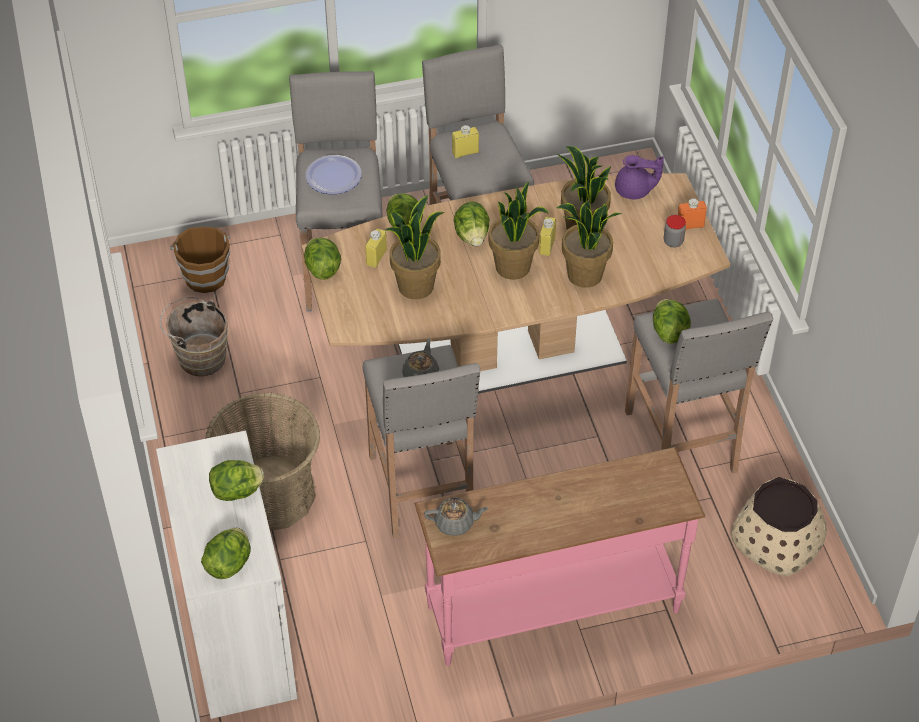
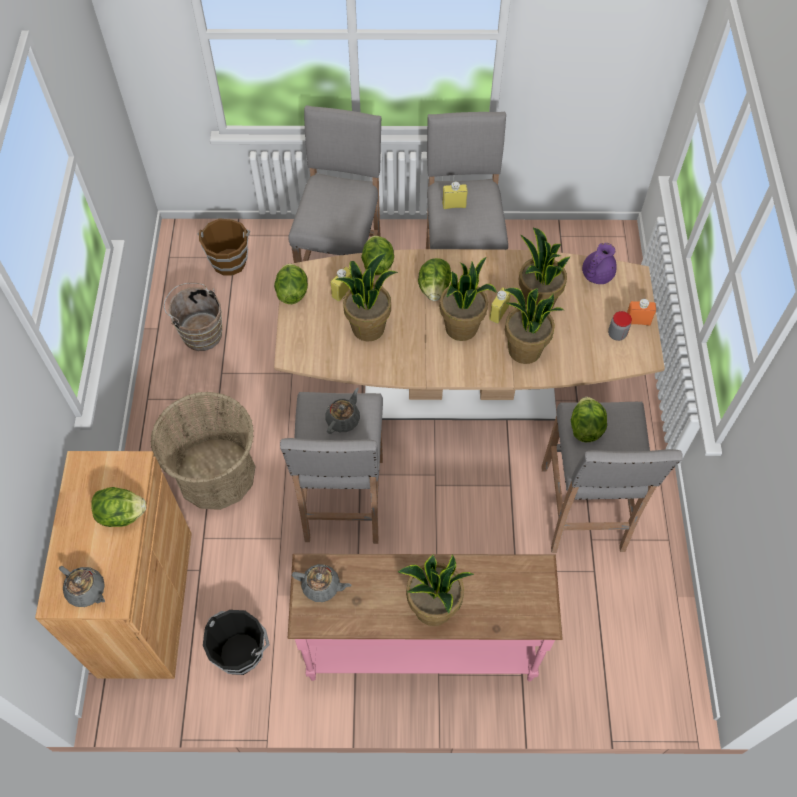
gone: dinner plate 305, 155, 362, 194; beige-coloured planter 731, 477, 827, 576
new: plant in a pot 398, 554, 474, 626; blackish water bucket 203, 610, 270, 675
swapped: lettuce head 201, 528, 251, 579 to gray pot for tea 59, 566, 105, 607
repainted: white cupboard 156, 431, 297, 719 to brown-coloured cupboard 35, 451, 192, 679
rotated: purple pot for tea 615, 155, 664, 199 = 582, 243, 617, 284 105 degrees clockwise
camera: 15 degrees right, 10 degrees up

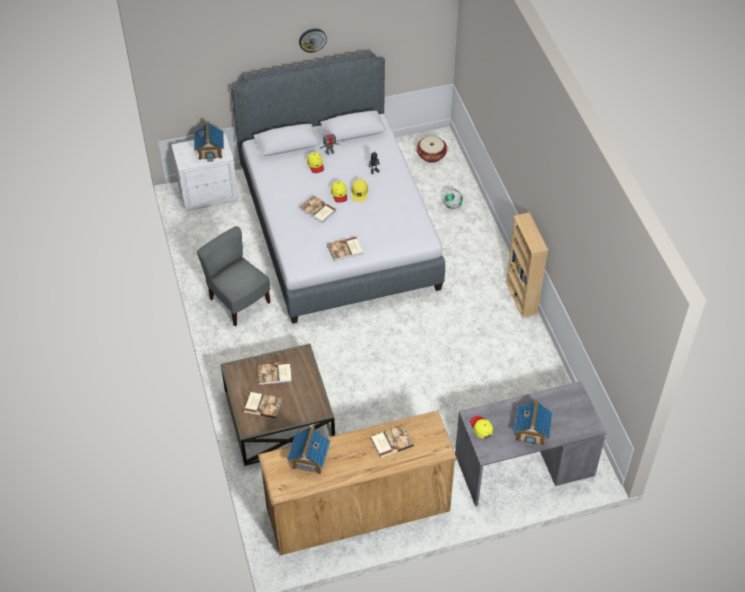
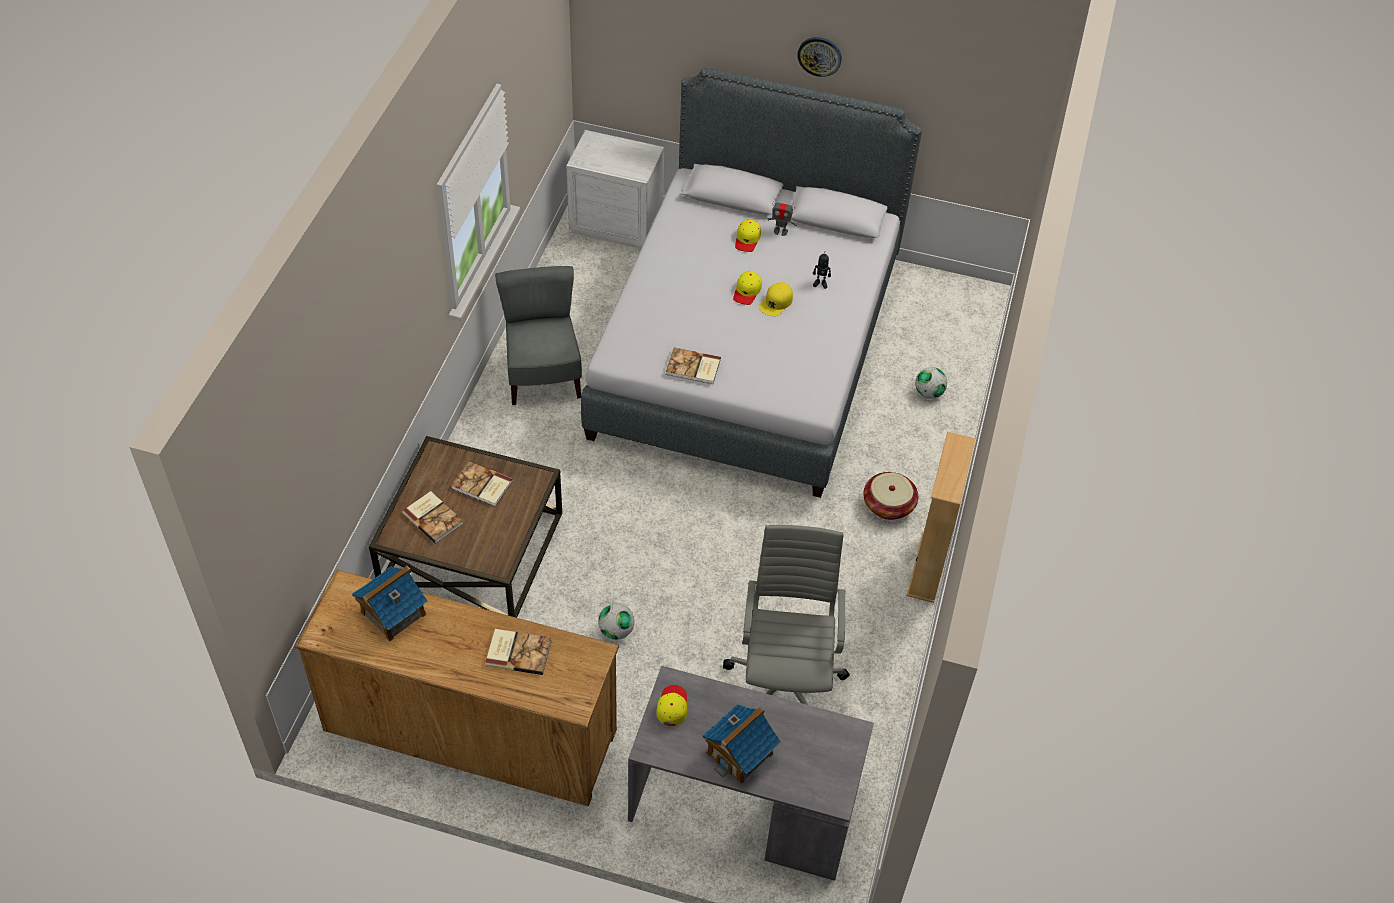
gone: toy house 194, 121, 224, 162; bound book 300, 196, 336, 223
new: gray desk chair 723, 525, 850, 705; football 598, 603, 634, 640
shifted: household basket 416, 136, 447, 163 to 863, 472, 918, 520
camera: 30 degrees right, 0 degrees up

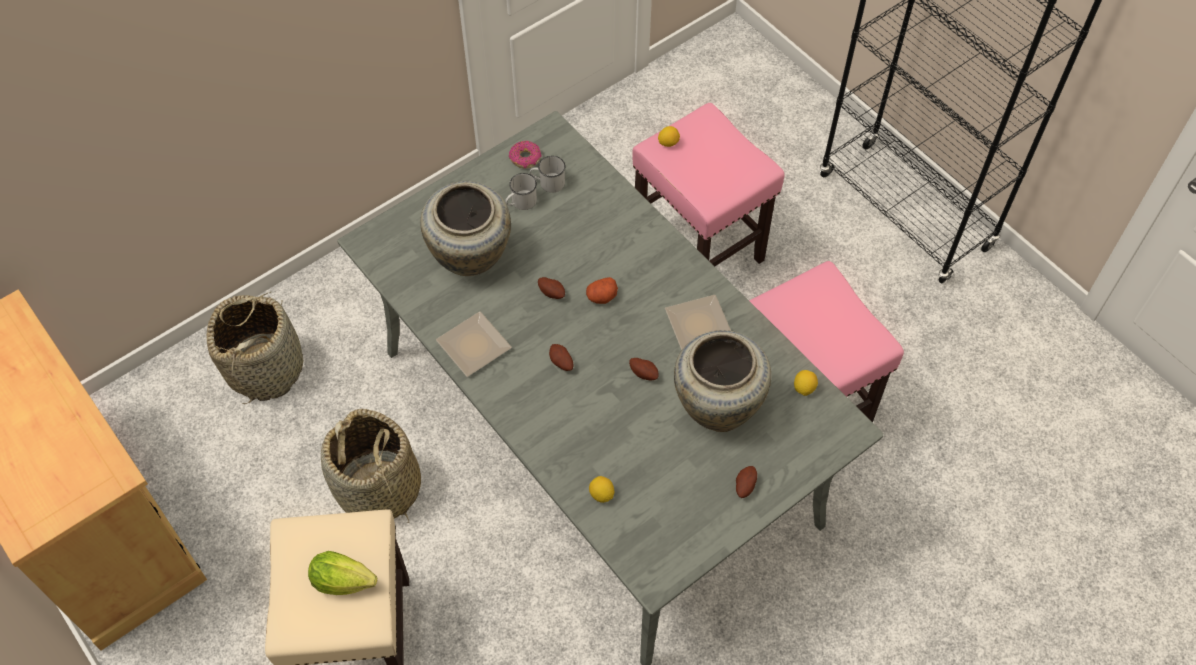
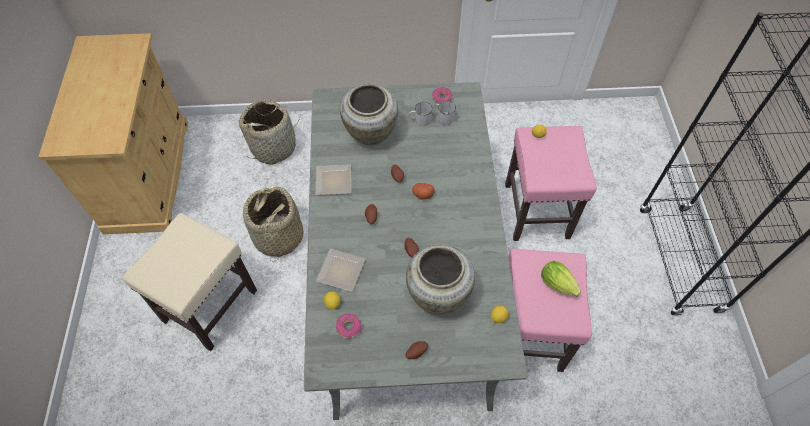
new: donut 336, 314, 362, 339
shifted: dinner plate 665, 295, 731, 350 to 316, 248, 365, 292; lettuce head 308, 551, 377, 595 to 541, 261, 581, 297
camera: 35 degrees right, 0 degrees up

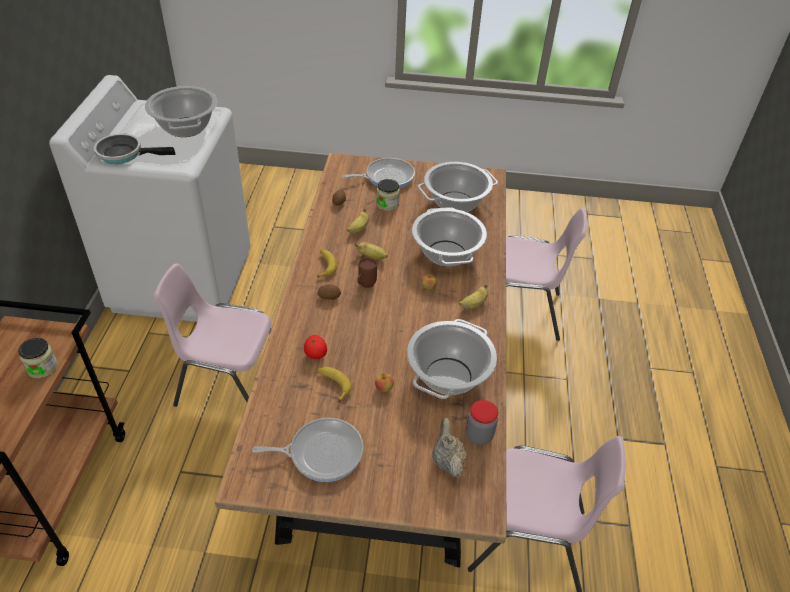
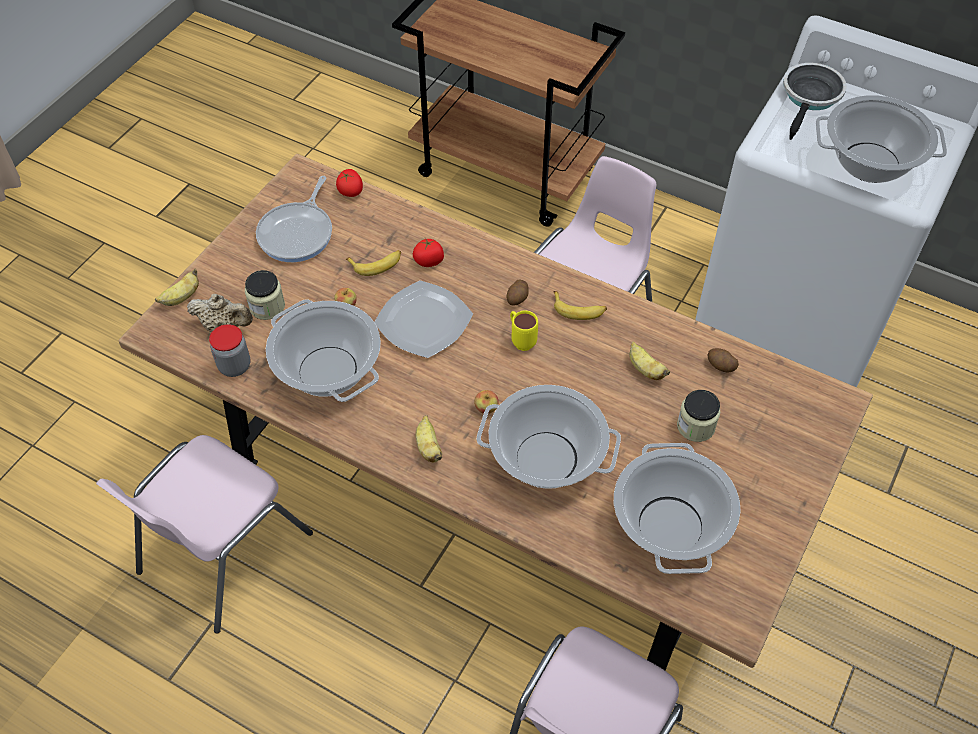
gone: skillet 343, 158, 415, 188
new: whole tomato 336, 169, 363, 197; dinner plate 374, 281, 473, 358
shifted: whole banana 355, 242, 387, 260 to 155, 269, 199, 306; jar 18, 338, 58, 378 to 245, 270, 285, 320
repainted: brown-coloured coffee mug 357, 258, 377, 288 to yellowish coffee mug 510, 310, 538, 351
camera: 115 degrees right, 10 degrees up

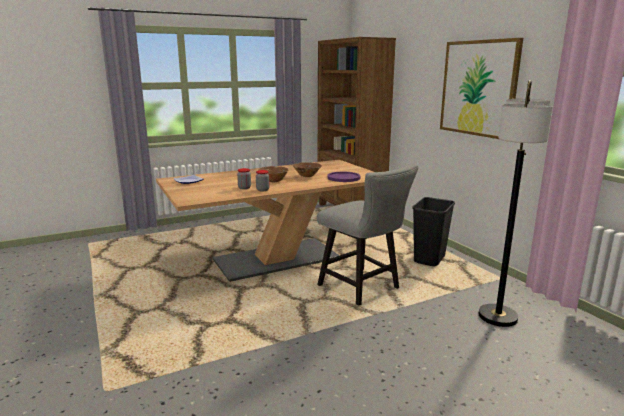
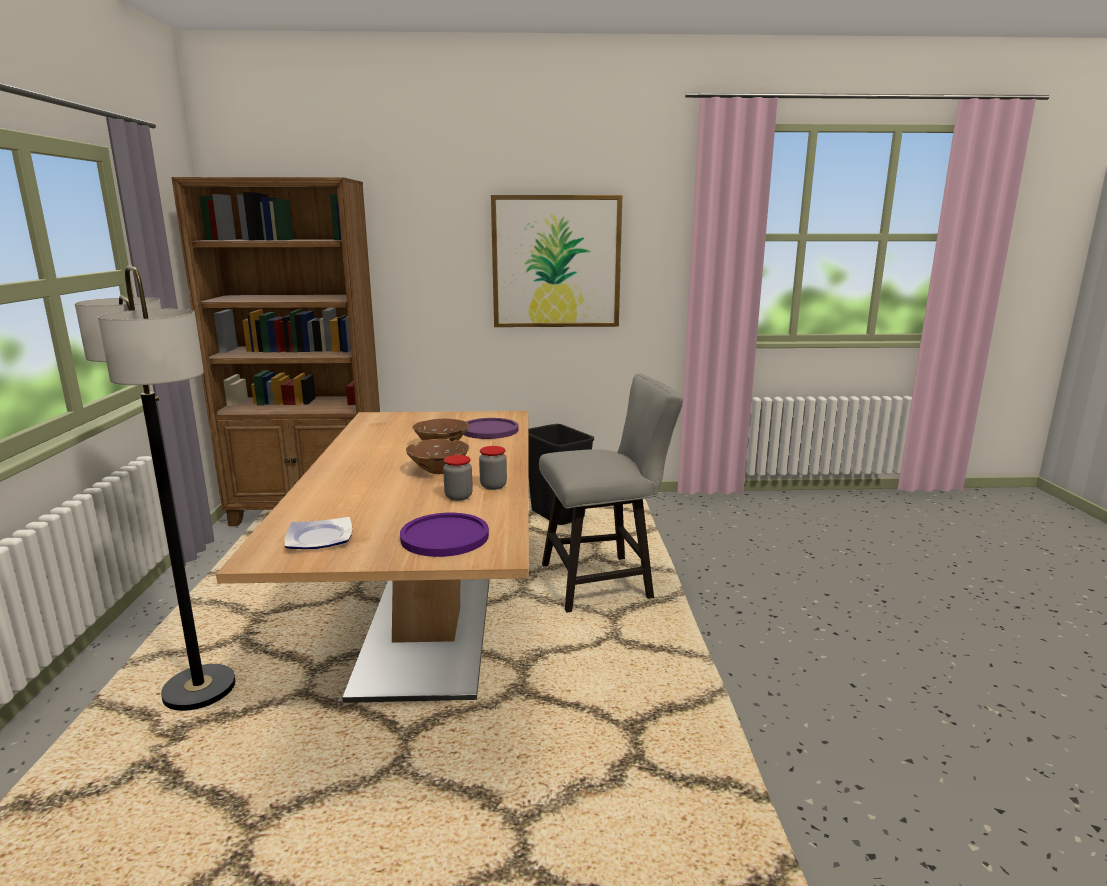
new: purple dinner plate 400, 513, 489, 557
shifted: standing lamp 479, 80, 553, 327 to 75, 266, 235, 711
camera: 65 degrees left, 0 degrees up

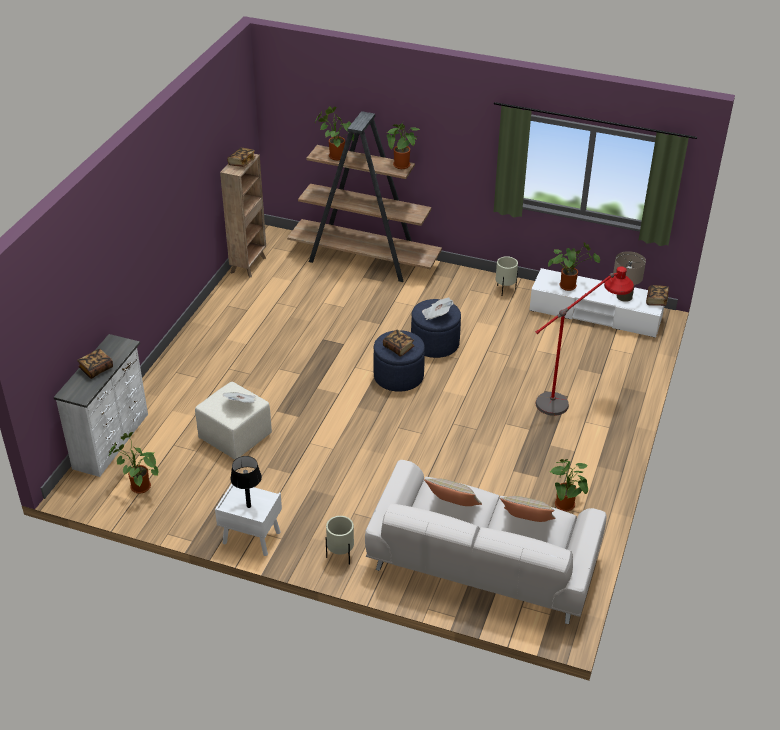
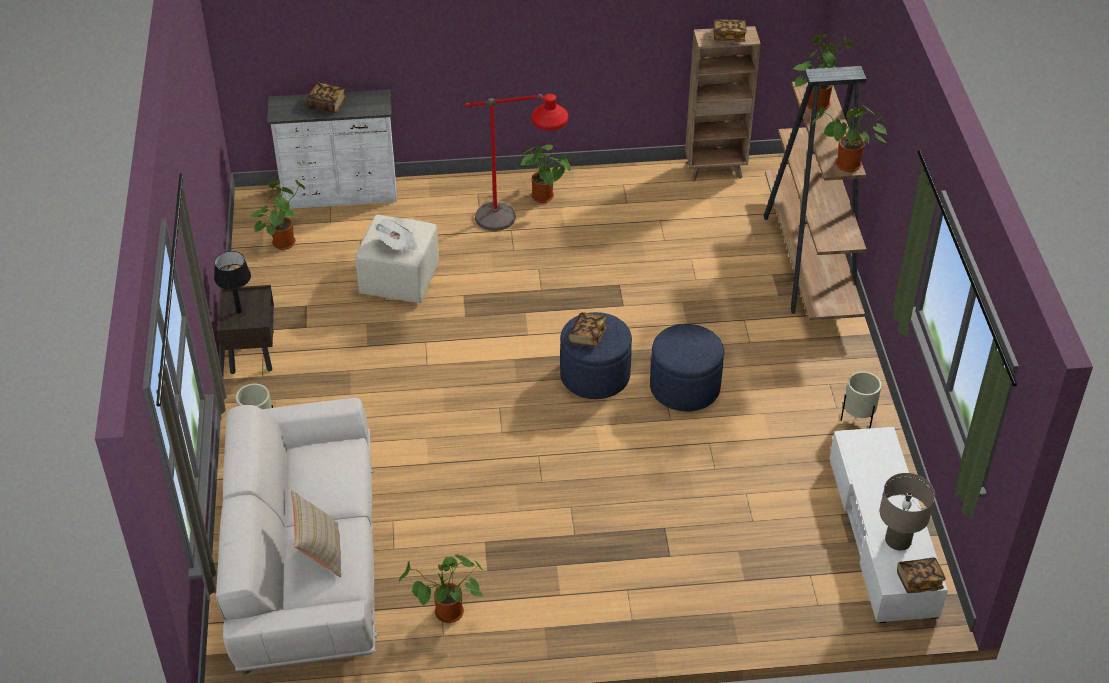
gone: printed paper 422, 298, 454, 320; beige-coloured throw pillow 424, 478, 482, 506
shifted: plant in a pot 548, 242, 600, 291 to 521, 145, 571, 203; red-coloured standing lamp 535, 266, 634, 416 to 465, 94, 568, 231
repainted: white bedside table 215, 483, 282, 556 to brown-coloured bedside table 217, 285, 274, 374
camera: 65 degrees right, 5 degrees up

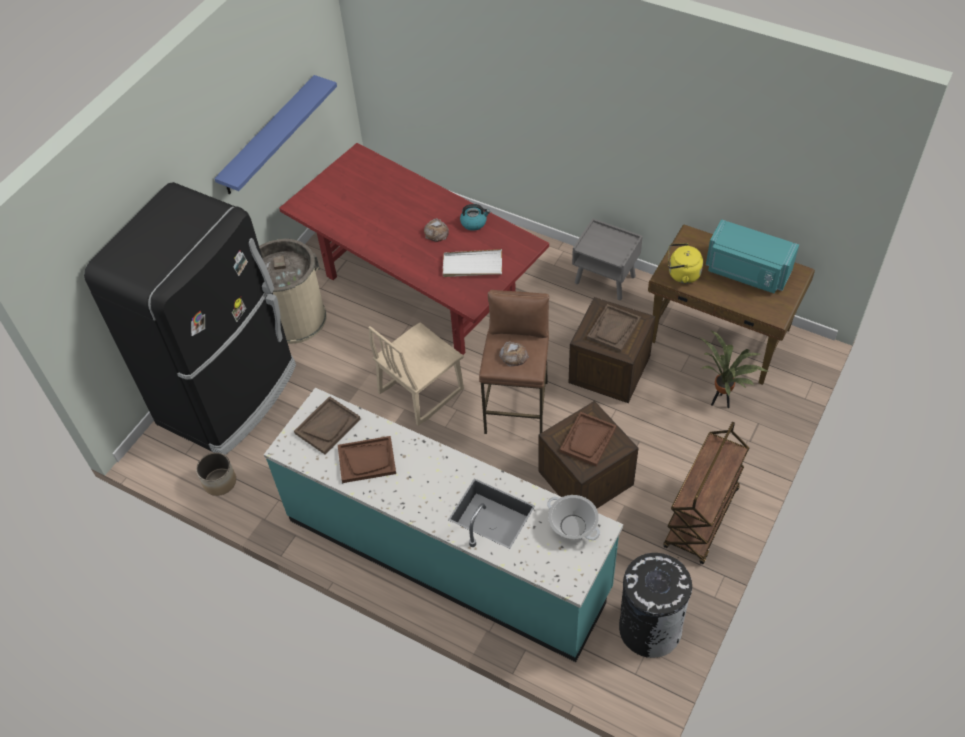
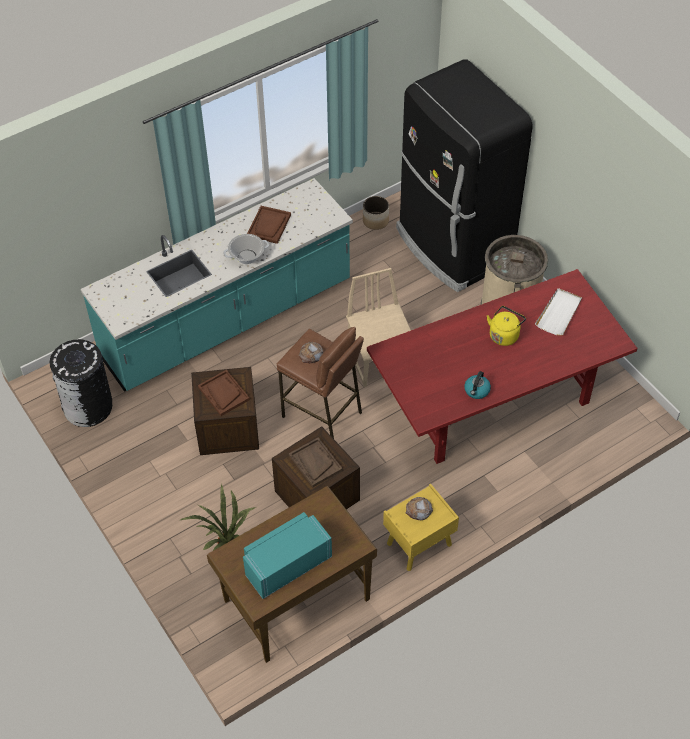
gone: blue bracket shelf 214, 75, 337, 194; brown-coloured serving tray 294, 396, 360, 454; brown-coloured wheeled cart 663, 422, 749, 564
shifted: bread 424, 218, 449, 242 to 406, 497, 433, 520; yellowish kettle 668, 243, 703, 284 to 487, 306, 526, 346; white serving tray 443, 249, 502, 277 to 535, 288, 582, 336; cooking pot 547, 495, 600, 540 to 223, 234, 269, 264
repainted: gray bedside table 572, 218, 643, 300 to yellowish bedside table 383, 484, 459, 571
camera: 115 degrees right, 0 degrees up

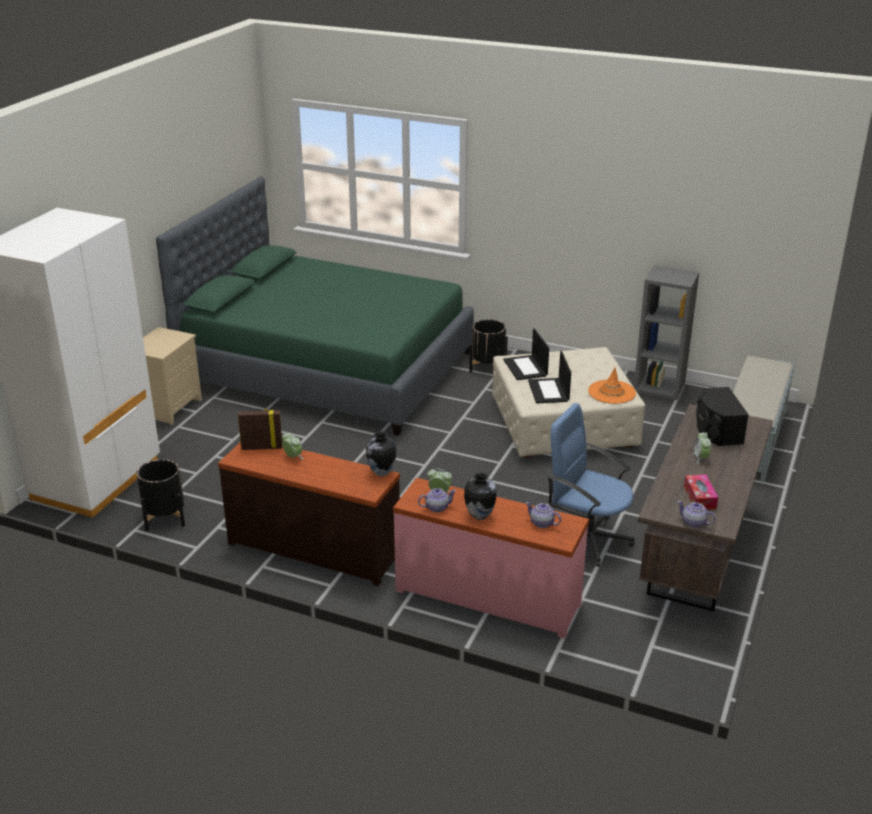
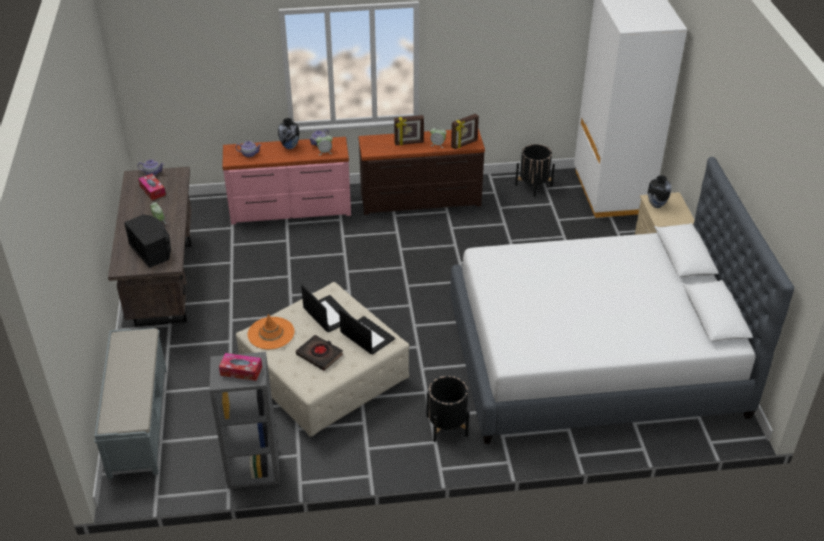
gone: blue desk chair 548, 403, 635, 567
new: standing frame 394, 115, 424, 145; blackish bound book 296, 335, 343, 371; tissue holder 219, 353, 262, 381
shifted: decorative vase 366, 432, 397, 476 to 648, 175, 672, 208
repainted: green-coloured bed 156, 176, 474, 436 to white bed 450, 157, 794, 444
camera: 150 degrees right, 10 degrees up

